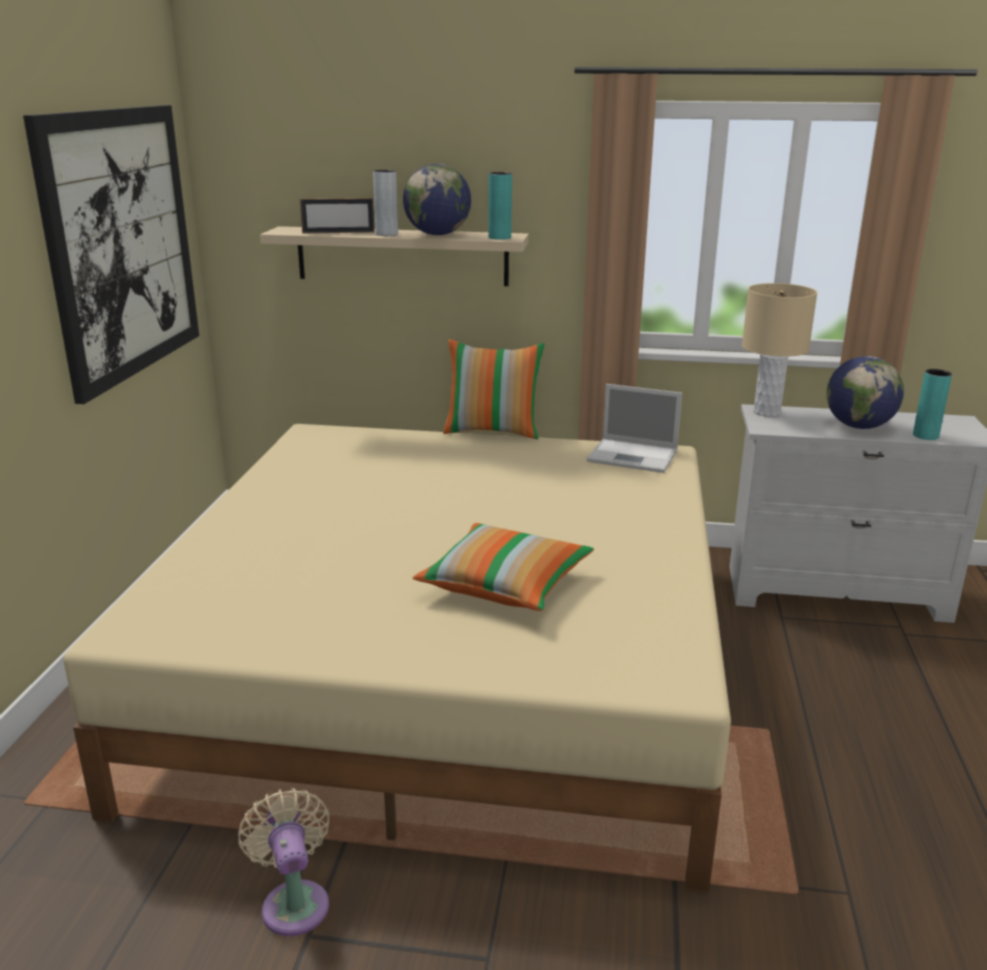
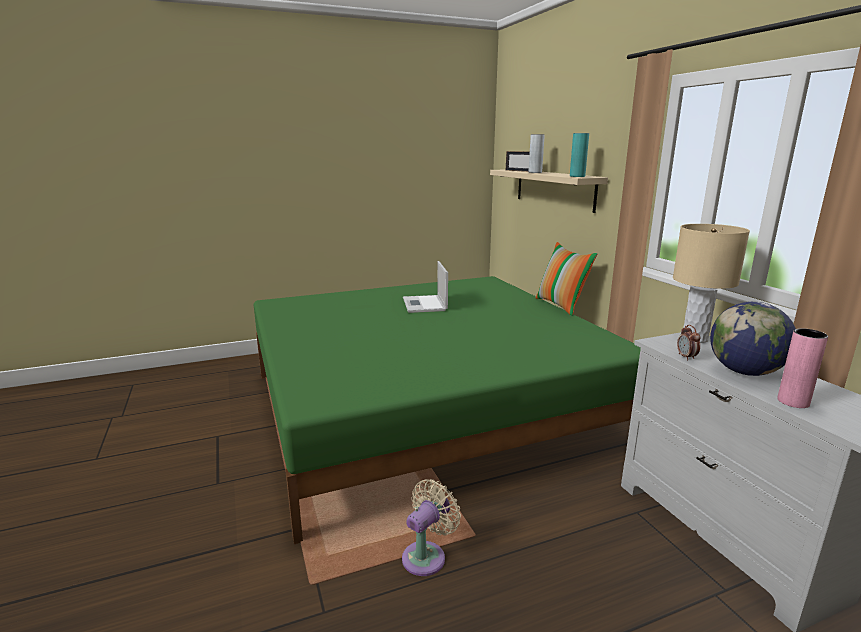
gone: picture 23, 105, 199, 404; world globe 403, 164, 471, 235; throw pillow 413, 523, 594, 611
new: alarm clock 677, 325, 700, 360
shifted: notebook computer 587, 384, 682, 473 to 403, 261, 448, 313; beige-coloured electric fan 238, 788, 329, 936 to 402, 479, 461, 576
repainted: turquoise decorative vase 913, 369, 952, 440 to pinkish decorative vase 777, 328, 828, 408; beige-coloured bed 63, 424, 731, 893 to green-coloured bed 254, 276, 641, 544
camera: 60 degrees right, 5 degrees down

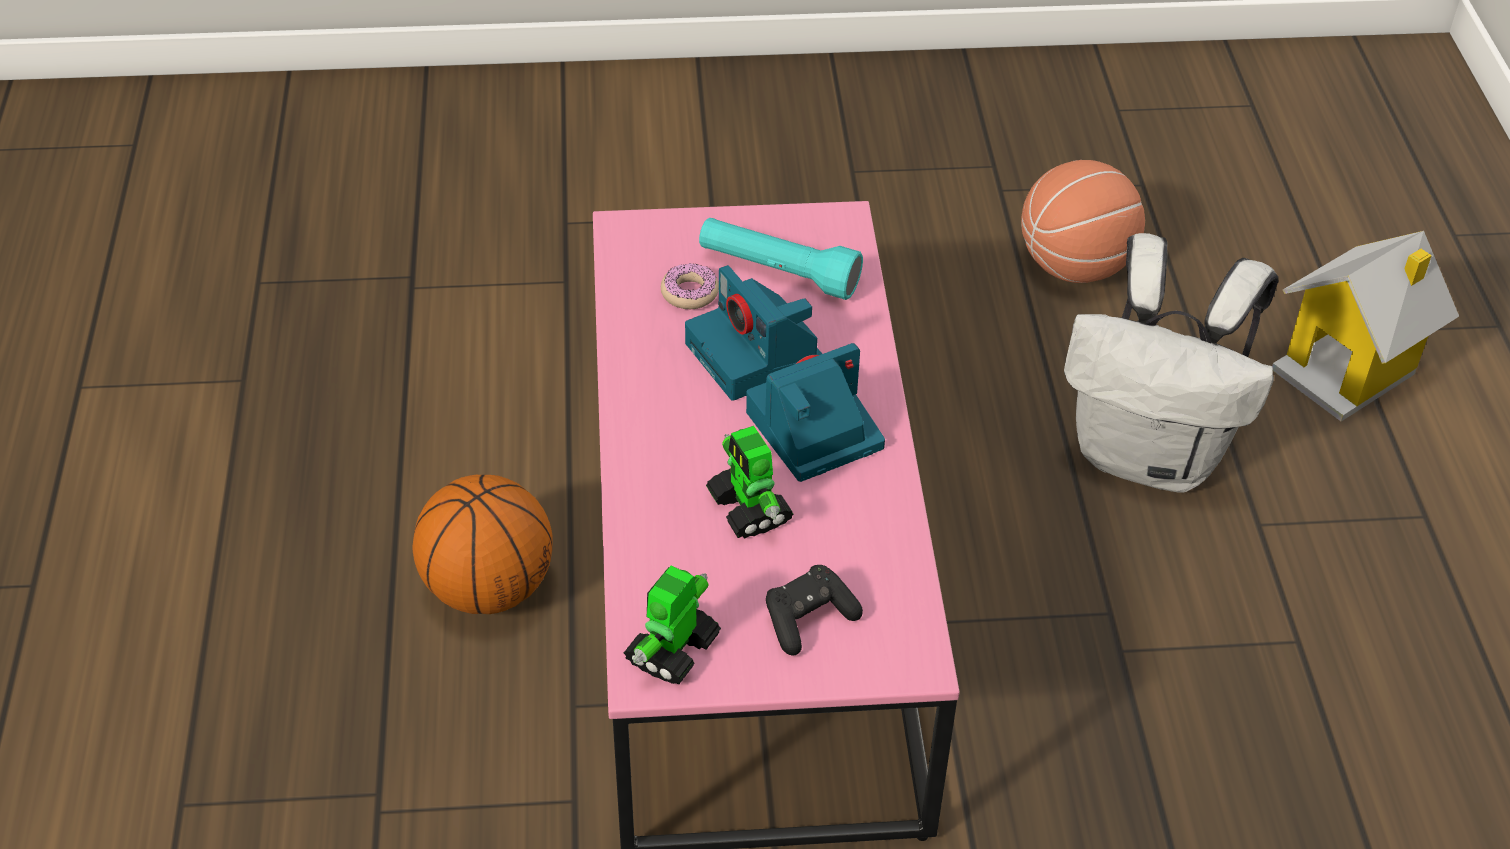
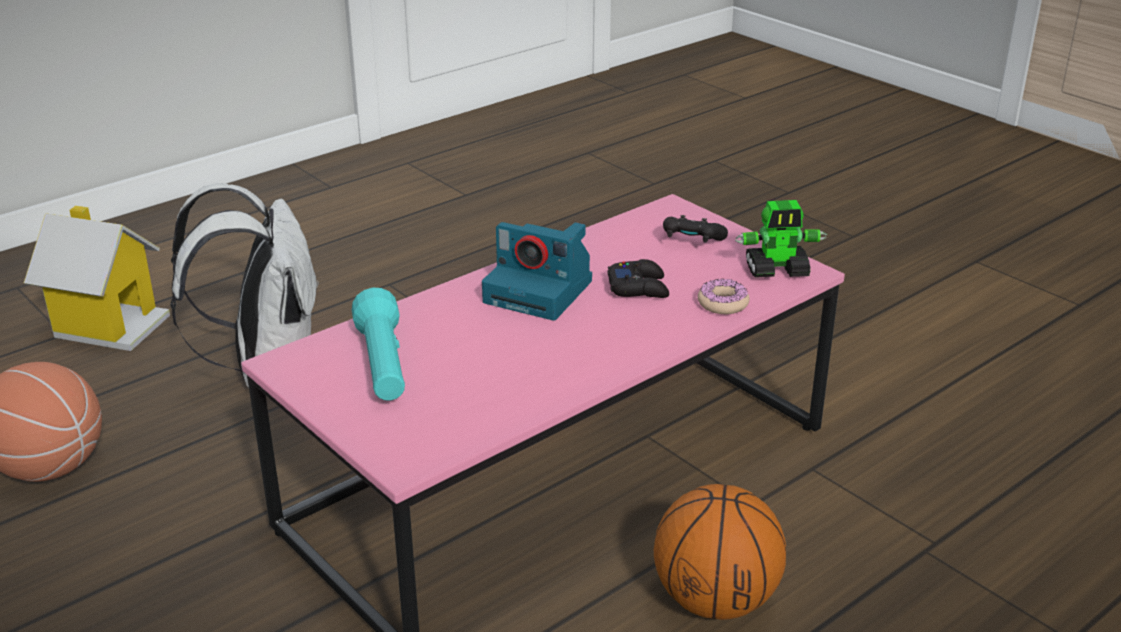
gone: photo camera 685, 265, 822, 401
shifted: donut 661, 263, 719, 309 to 698, 278, 750, 314
swapped: robot figure 706, 426, 793, 539 to blackish game controller 608, 259, 669, 298
camera: 125 degrees left, 15 degrees down

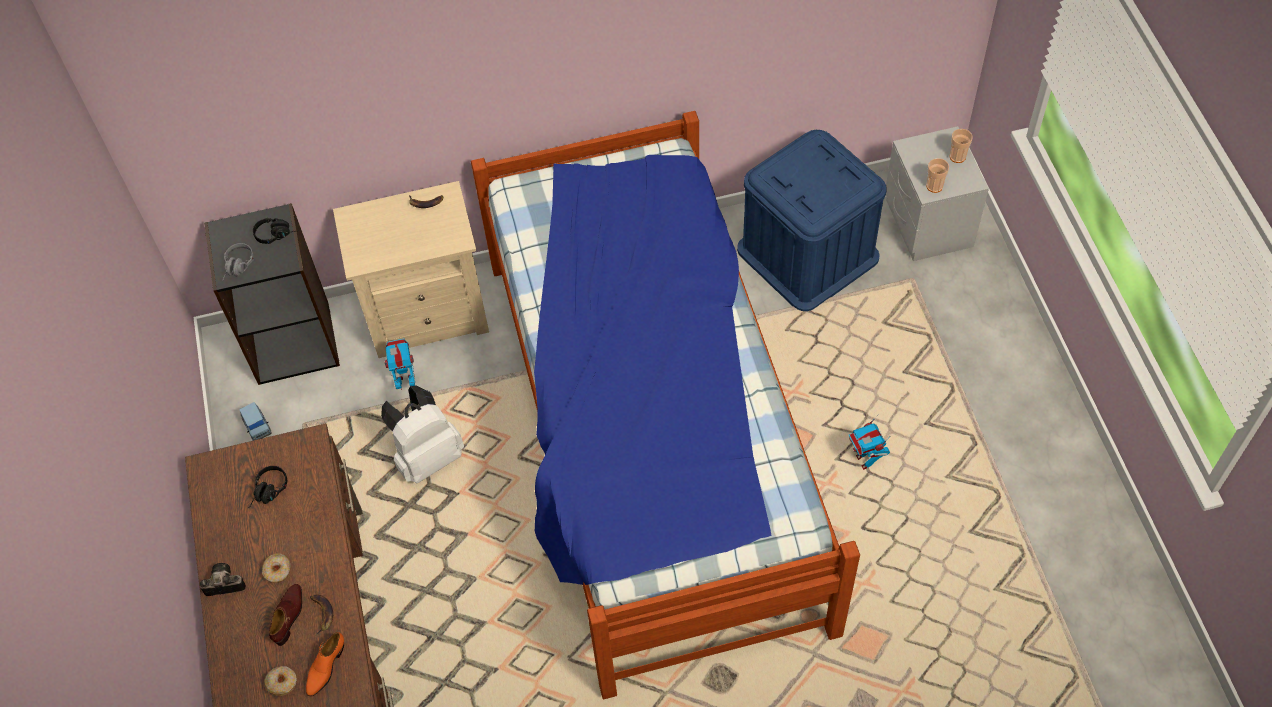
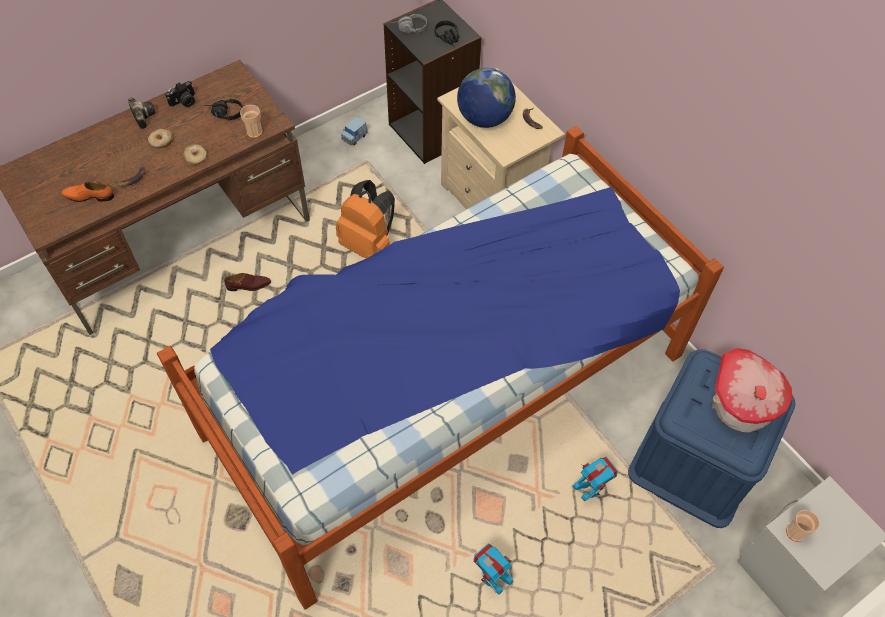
new: world globe 457, 68, 516, 128; photo camera 165, 81, 195, 107; toy house 711, 348, 792, 432
shifted: small cup 949, 129, 973, 163 to 240, 105, 262, 138; robot figure 385, 339, 415, 390 to 573, 457, 618, 501; brown-coloured low shoe 269, 584, 302, 646 to 224, 273, 271, 291; donut 264, 666, 297, 696 to 183, 144, 207, 165
repainted: white knapsack 381, 385, 464, 483 to orange-coloured knapsack 336, 180, 395, 259
camera: 65 degrees right, 0 degrees up

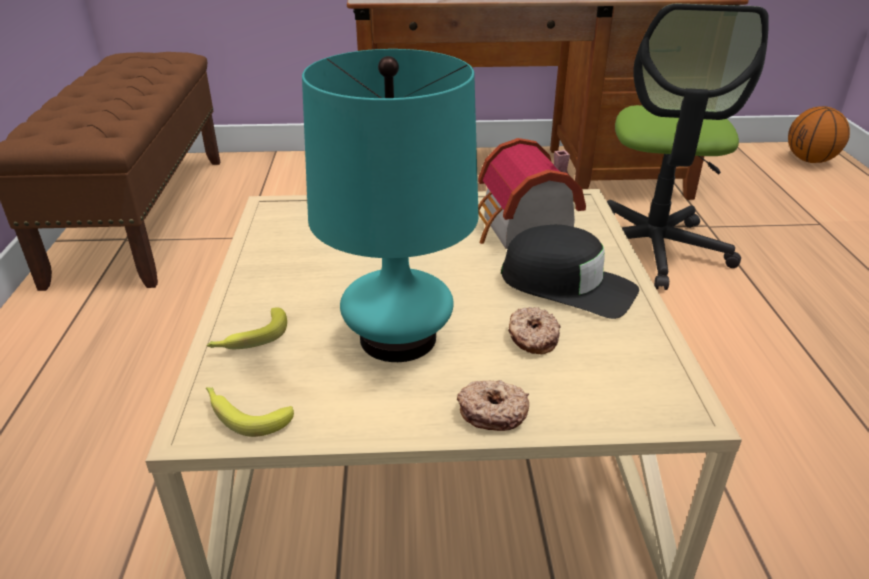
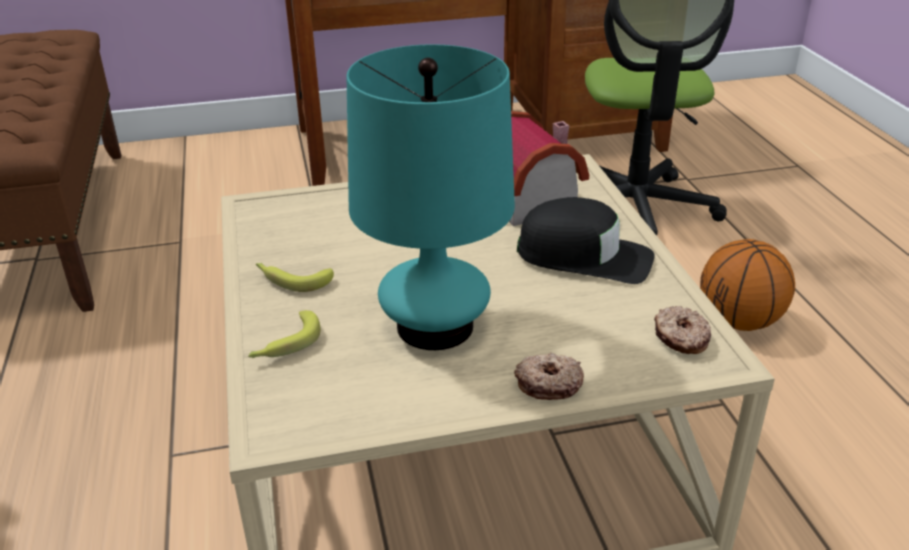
shifted: ball for basketball 788, 106, 850, 163 to 700, 239, 795, 331; donut 508, 307, 561, 354 to 654, 306, 711, 354; whole banana 206, 387, 294, 437 to 256, 263, 334, 292
camera: 10 degrees left, 0 degrees up

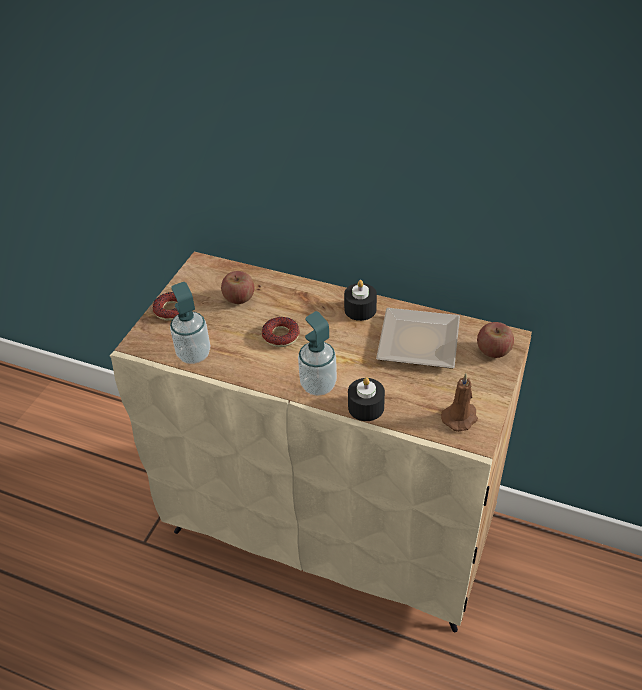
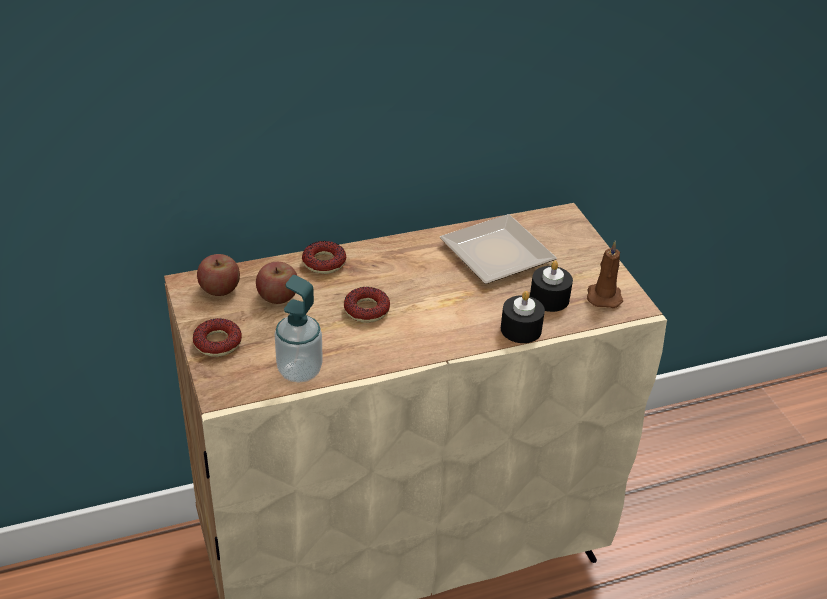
gone: soap dispenser 298, 311, 337, 396
new: donut 302, 241, 346, 274
shifted: blackish wax light 344, 280, 377, 321 to 530, 261, 573, 312; apple fruit 477, 322, 514, 358 to 197, 254, 240, 296
camera: 45 degrees left, 5 degrees down

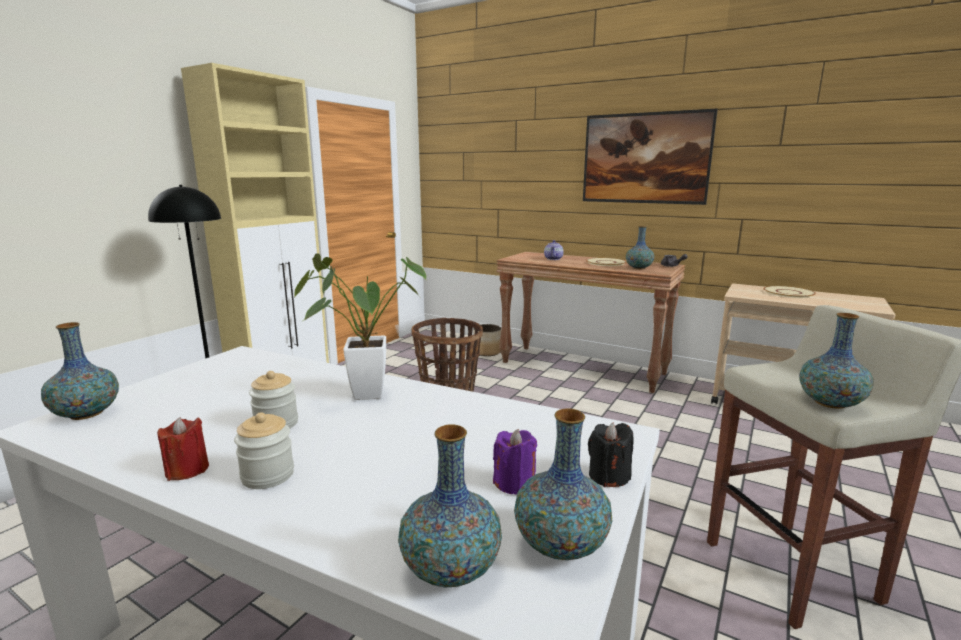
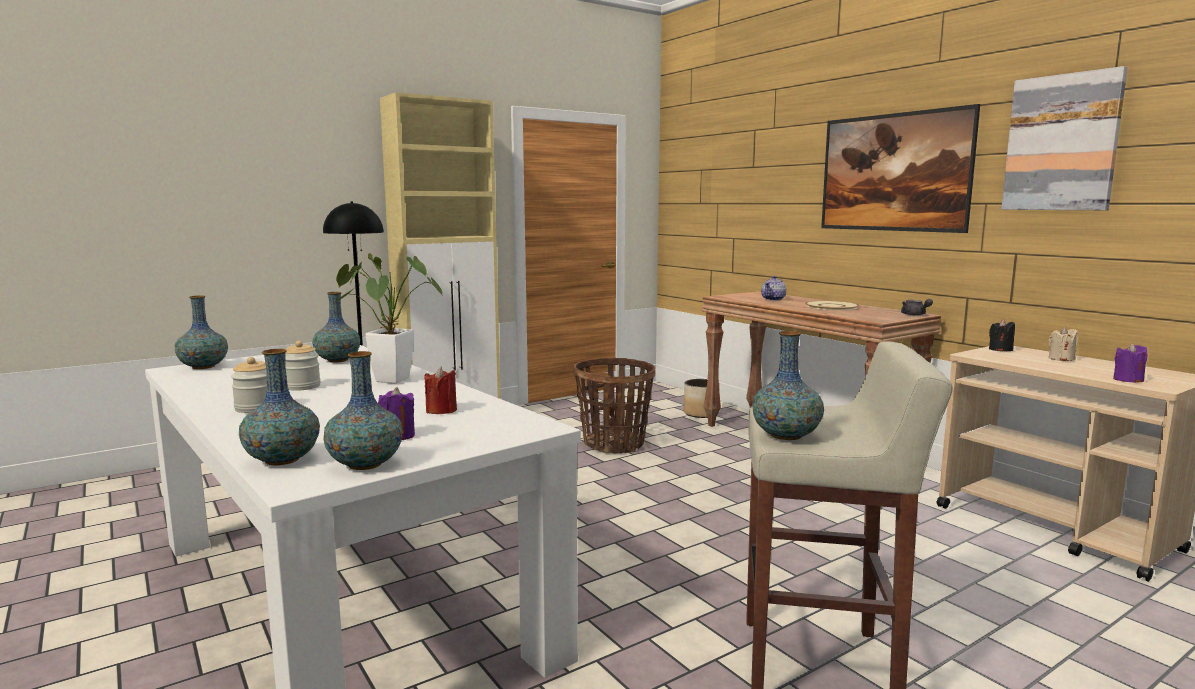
new: picture 1001, 66, 1128, 210; purple wax light 1113, 343, 1148, 383
shifted: decorative vase 626, 226, 655, 269 to 312, 292, 360, 363; red-coloured wax light 157, 417, 209, 481 to 425, 367, 457, 414; blackish wax light 588, 422, 634, 487 to 989, 319, 1015, 351
swapped: beige-coloured dinner plate 763, 286, 816, 298 to beige-coloured wax light 1049, 327, 1078, 361
camera: 25 degrees right, 5 degrees down

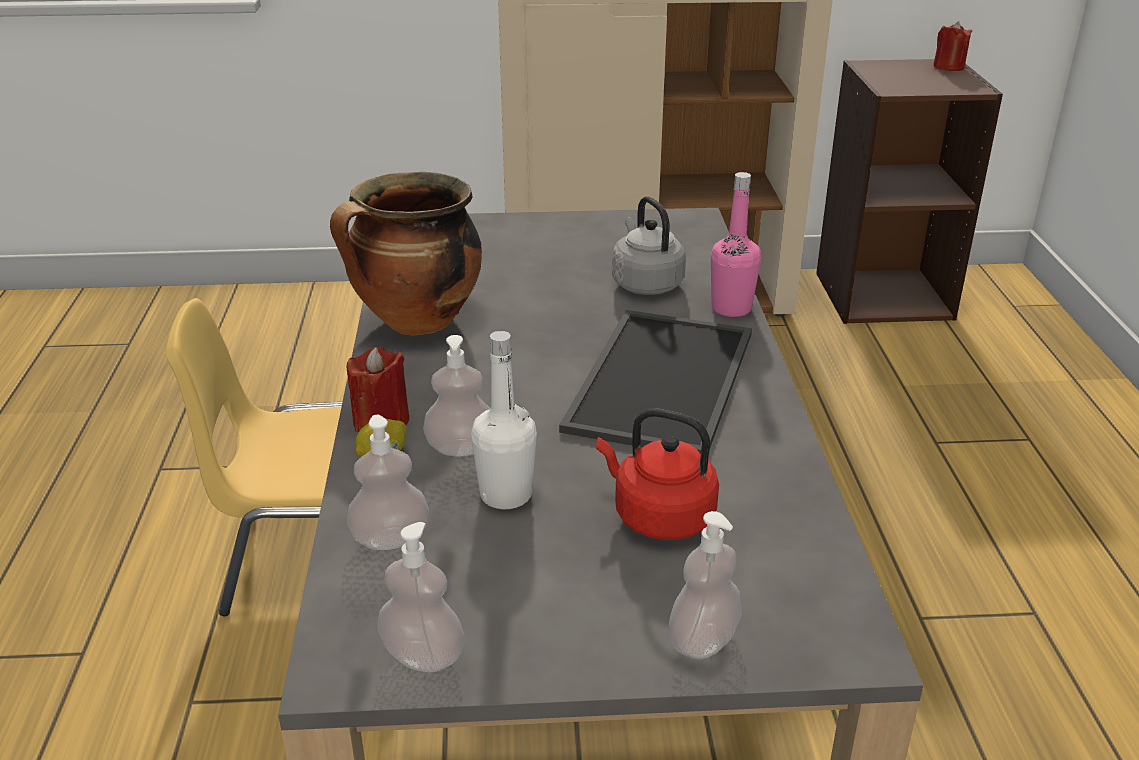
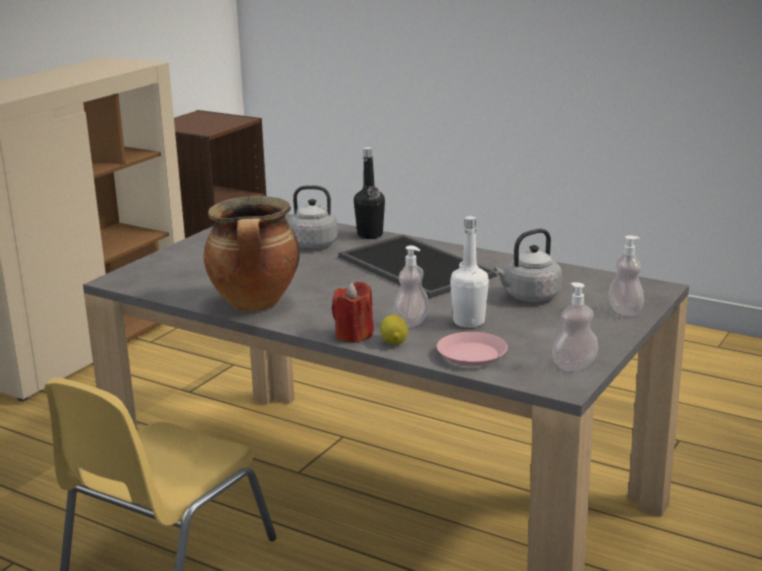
gone: red-coloured wax light 933, 22, 972, 71
swapped: soap dispenser 347, 415, 429, 550 to pinkish dinner plate 437, 332, 508, 366
repainted: pinkish bottle 711, 172, 761, 317 to blackish bottle 354, 147, 385, 239; red-coloured kettle 596, 408, 719, 540 to gray kettle 493, 229, 562, 302
camera: 55 degrees left, 10 degrees down

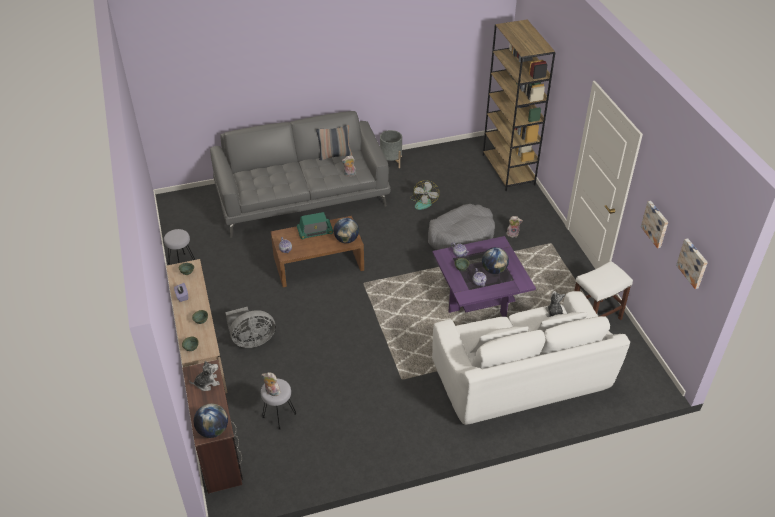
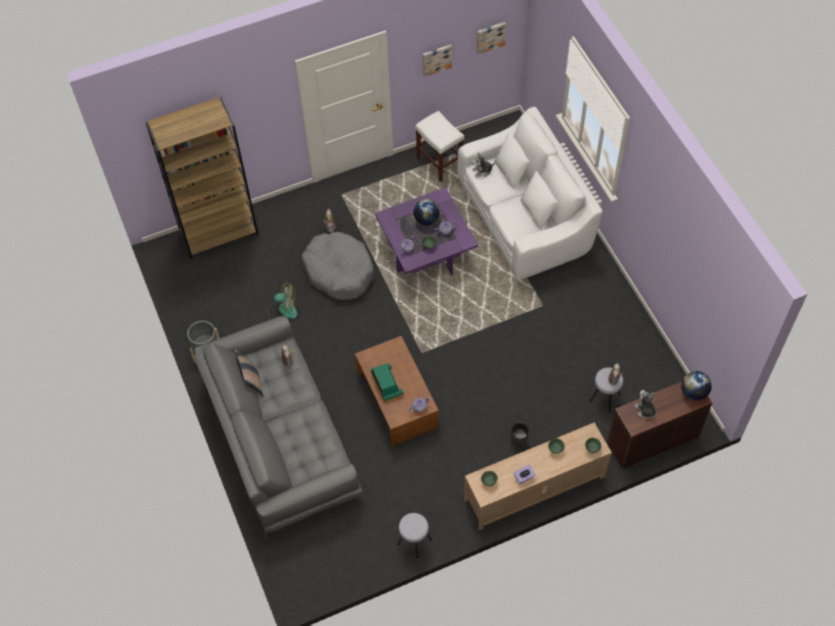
gone: world globe 333, 218, 359, 243
swapped: gray electric fan 225, 307, 275, 348 to blackish planter 511, 422, 530, 448
camera: 95 degrees left, 15 degrees up

